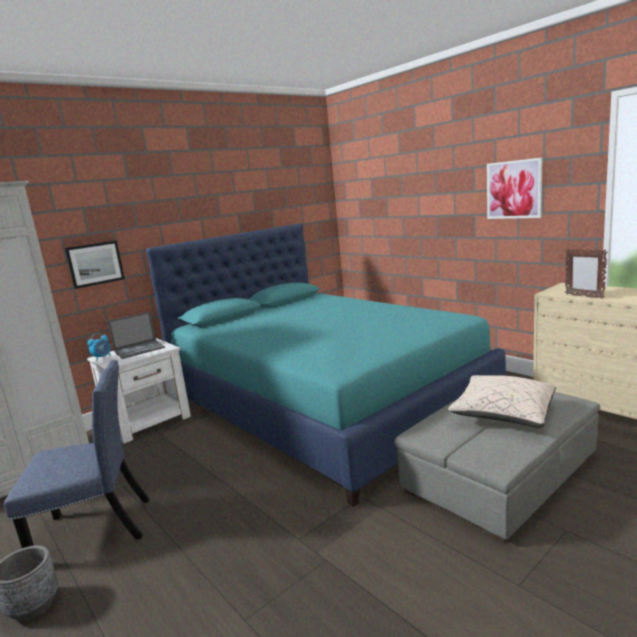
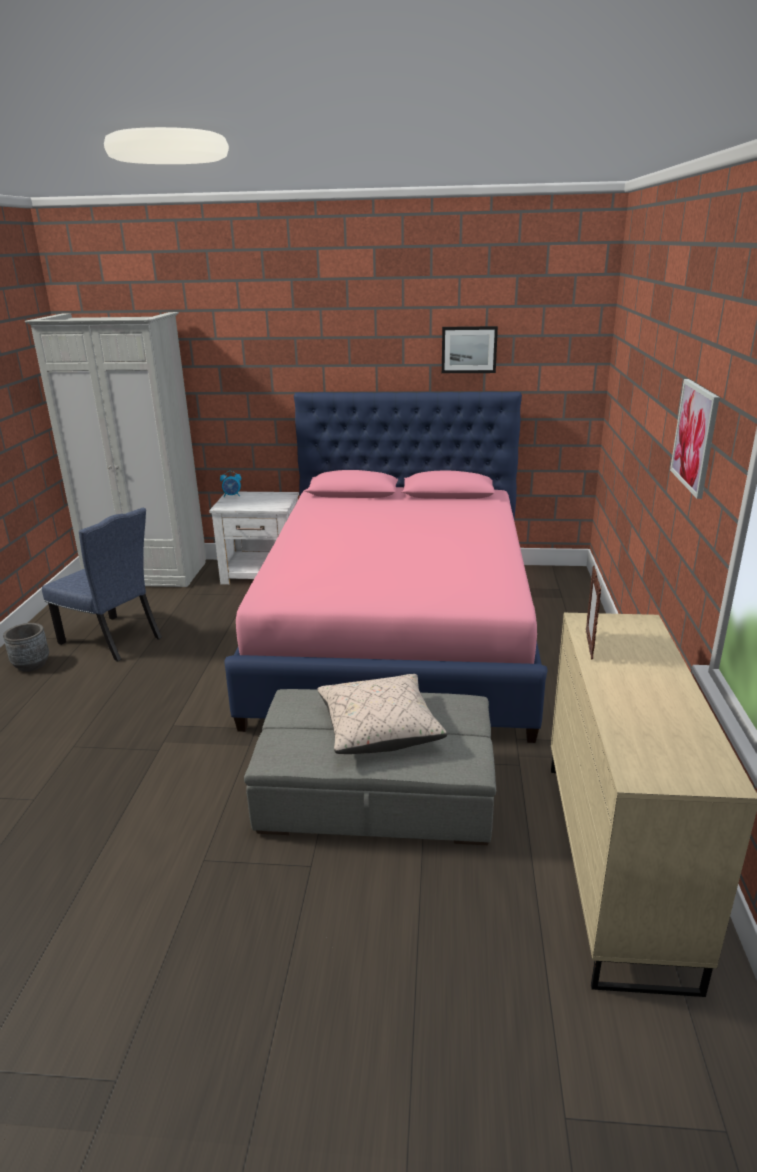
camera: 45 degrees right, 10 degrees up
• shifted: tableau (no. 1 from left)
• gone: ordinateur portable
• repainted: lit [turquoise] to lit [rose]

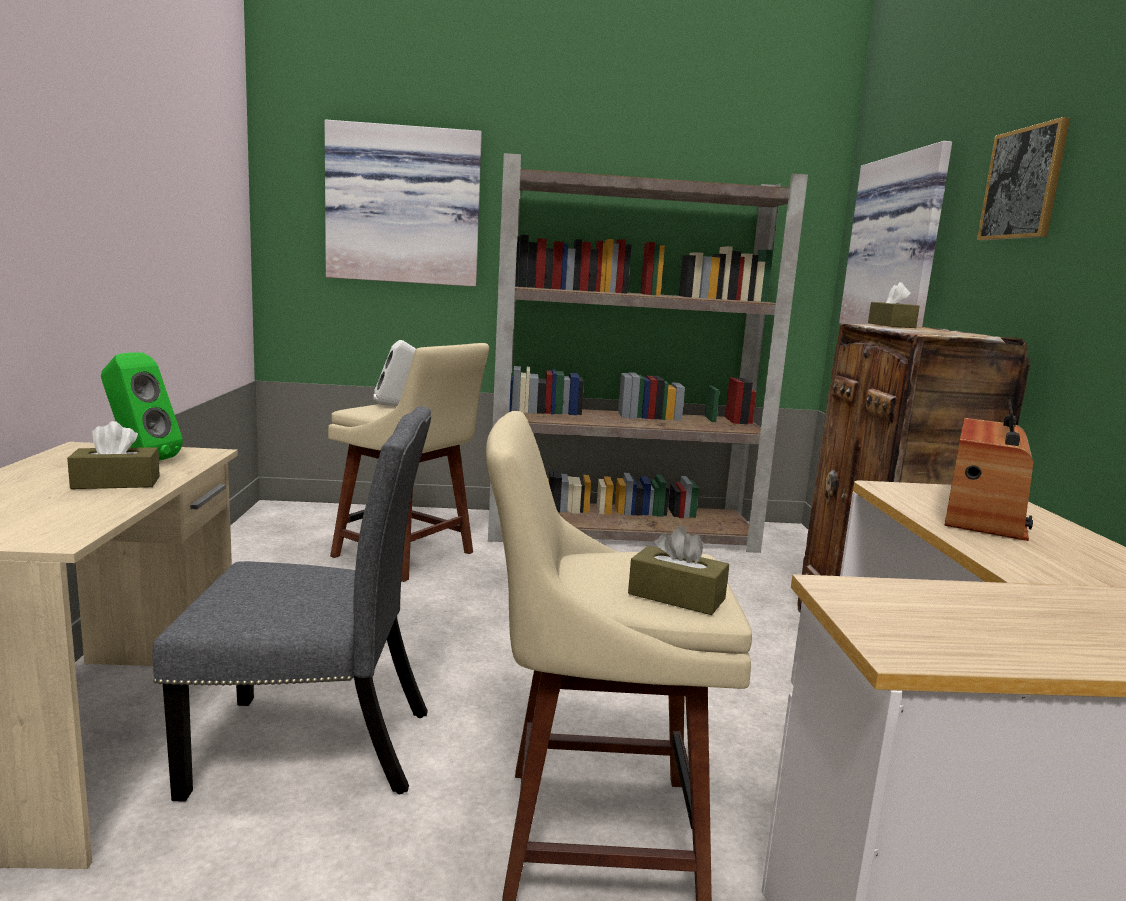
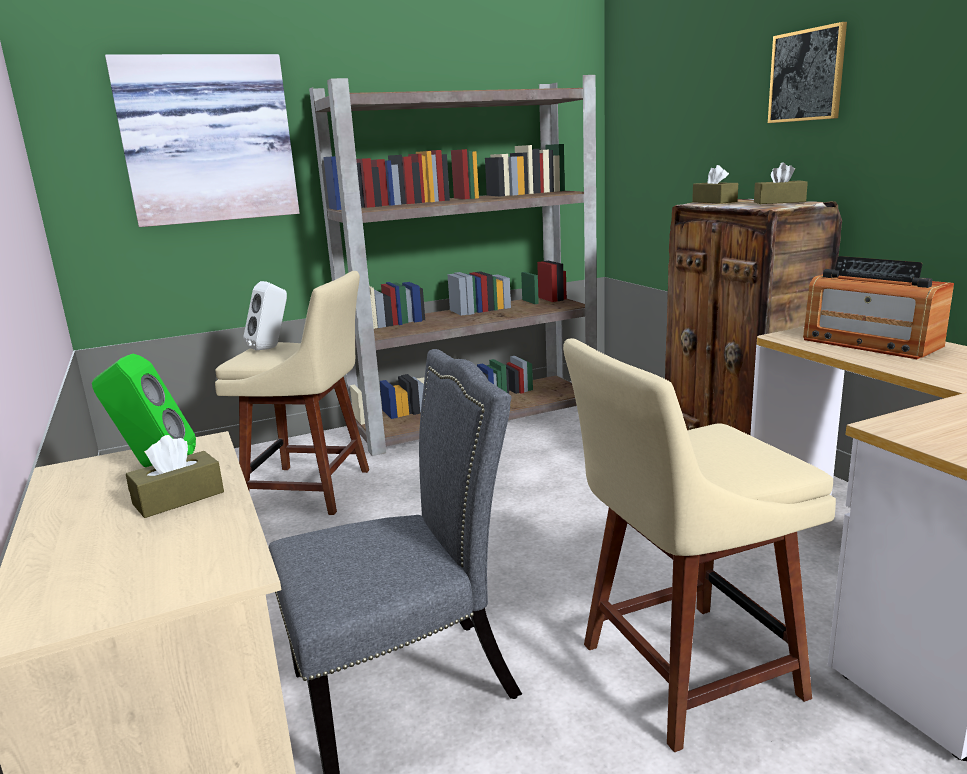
camera: 20 degrees left, 5 degrees up
• shifted: boîte à mouchoirs [marron] (no. 2 from left in the first image) to boîte à mouchoirs [marron] (no. 3 from left)
• gone: tableau (no. 2 from left)
• rotated: radio 135 degrees clockwise

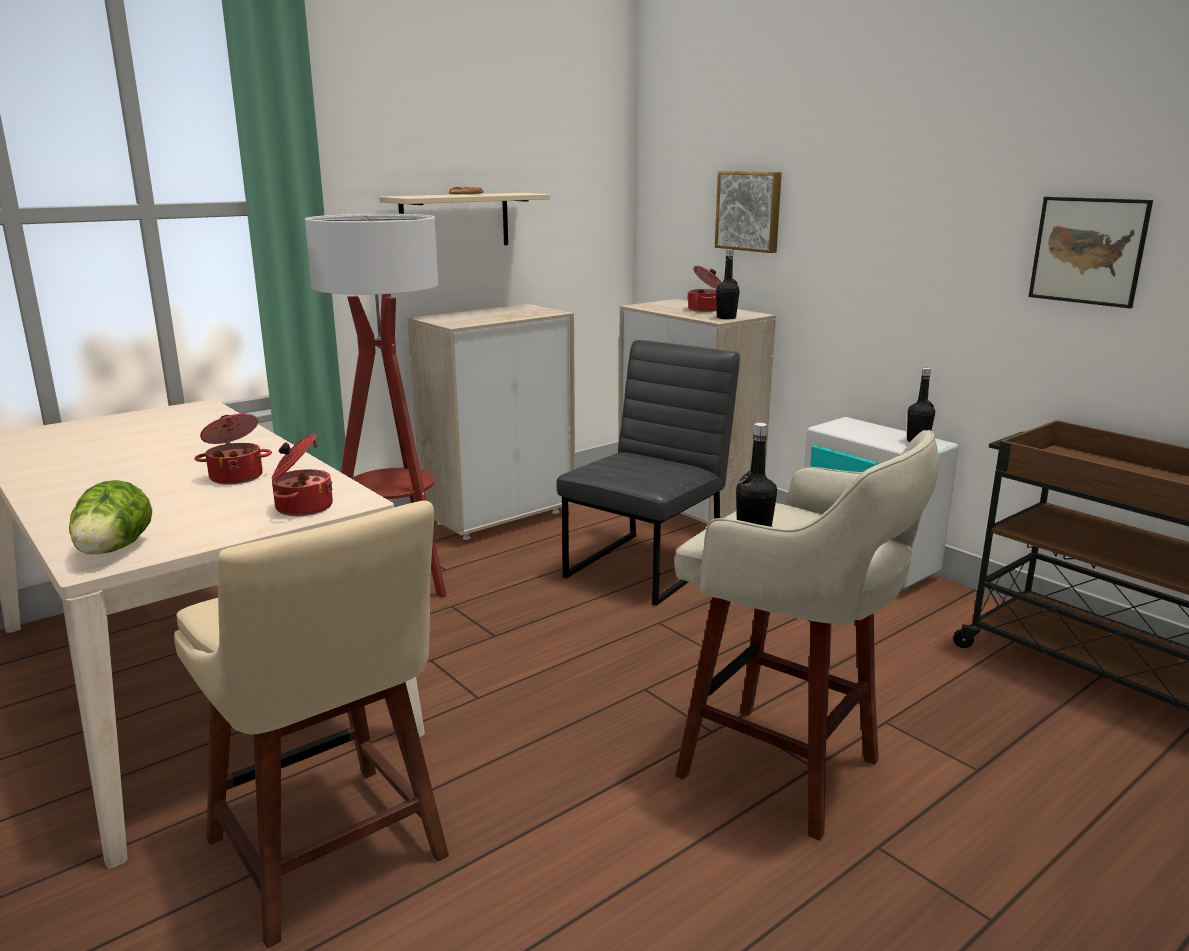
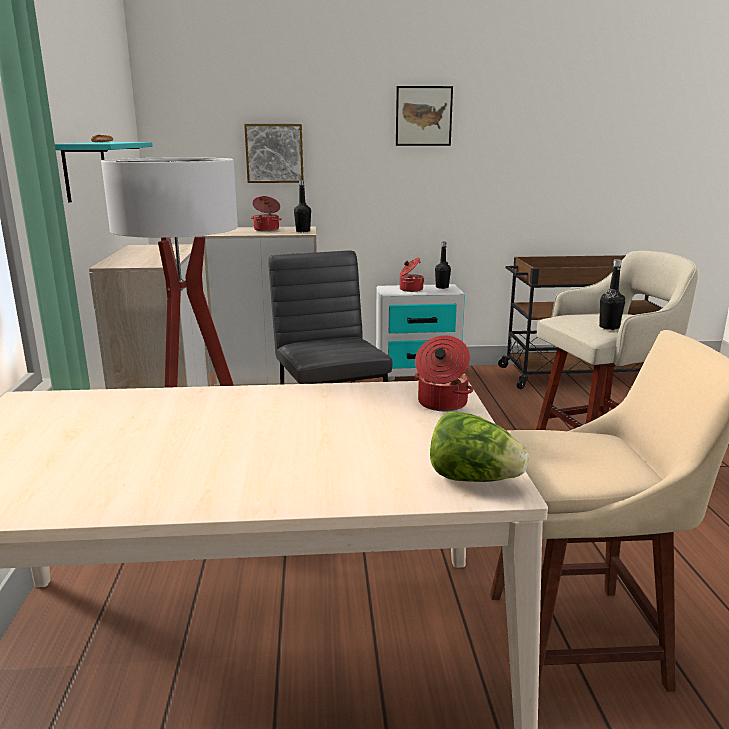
camera: 55 degrees left, 0 degrees up
• shifted: marmite (no. 1 from left in the first image) to marmite (no. 2 from left)
• repainted: étagère [beige] to étagère [turquoise]
• shifted: tableau (no. 2 from left)

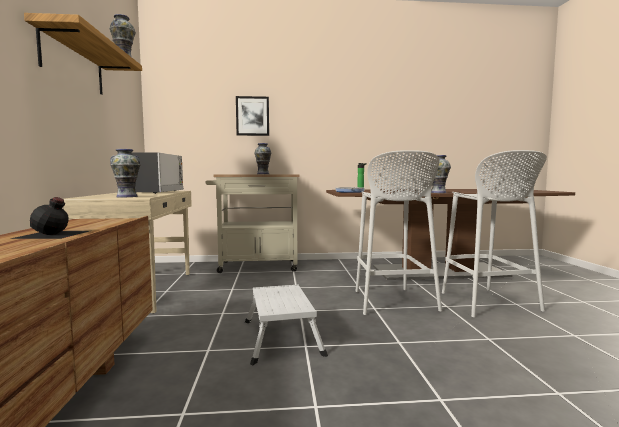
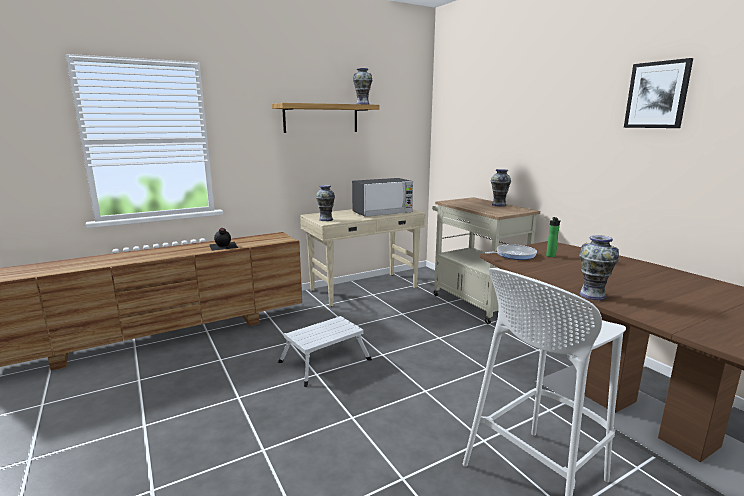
camera: 65 degrees right, 10 degrees up
• shifted: tableau
• gone: tabouret [blanc] (no. 1 from left)

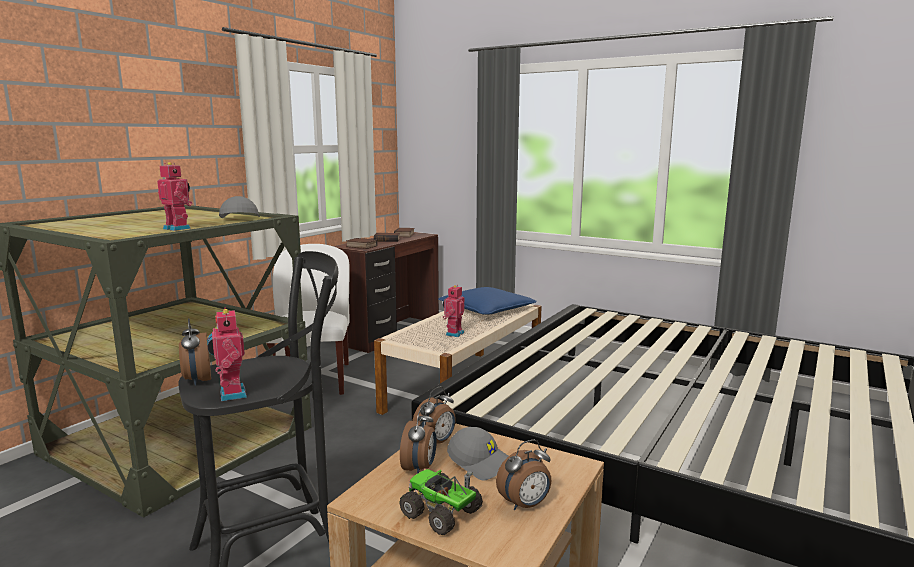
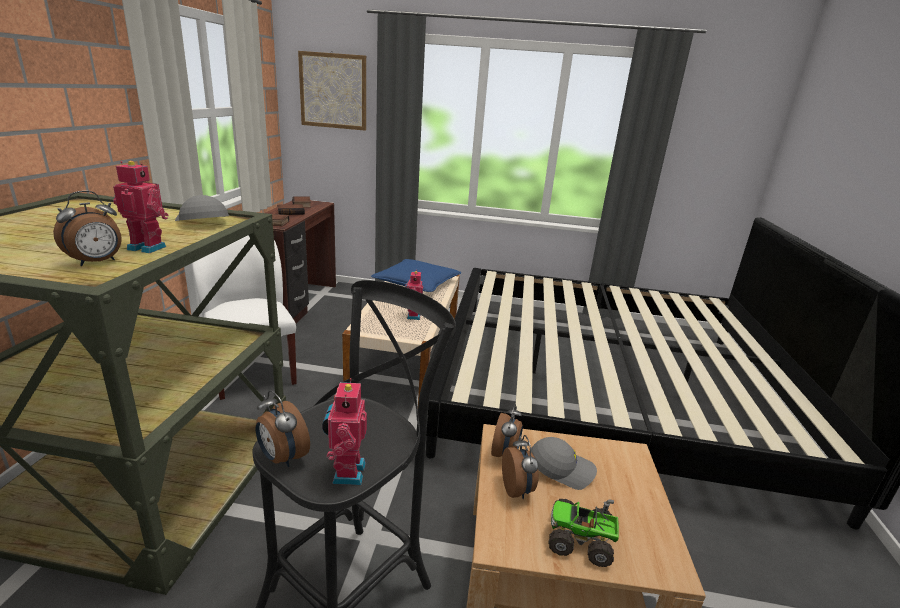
camera: 25 degrees left, 10 degrees up
• rotated: robot jouet (no. 2 from left) 45 degrees clockwise
• shifted: réveil (no. 4 from left in the first image) to réveil (no. 1 from left)
• new: tableau

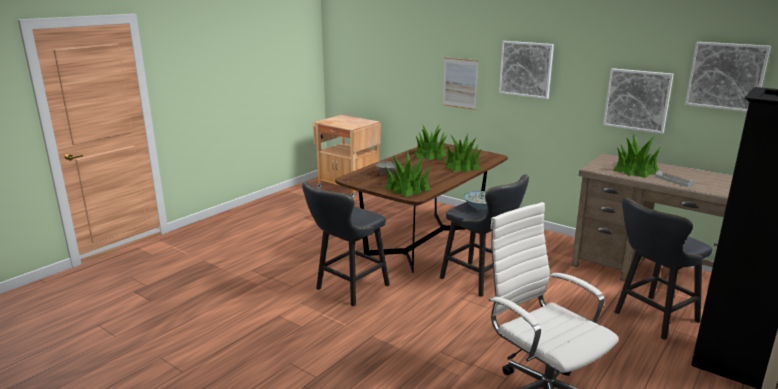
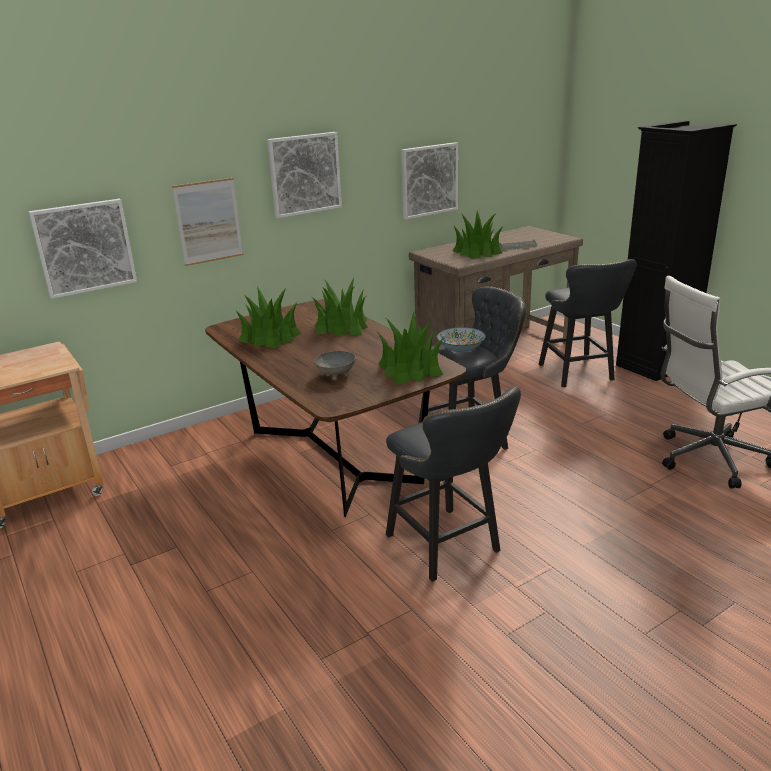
camera: 70 degrees left, 5 degrees up
• shifted: tableau (no. 4 from left in the first image) to tableau (no. 1 from left)

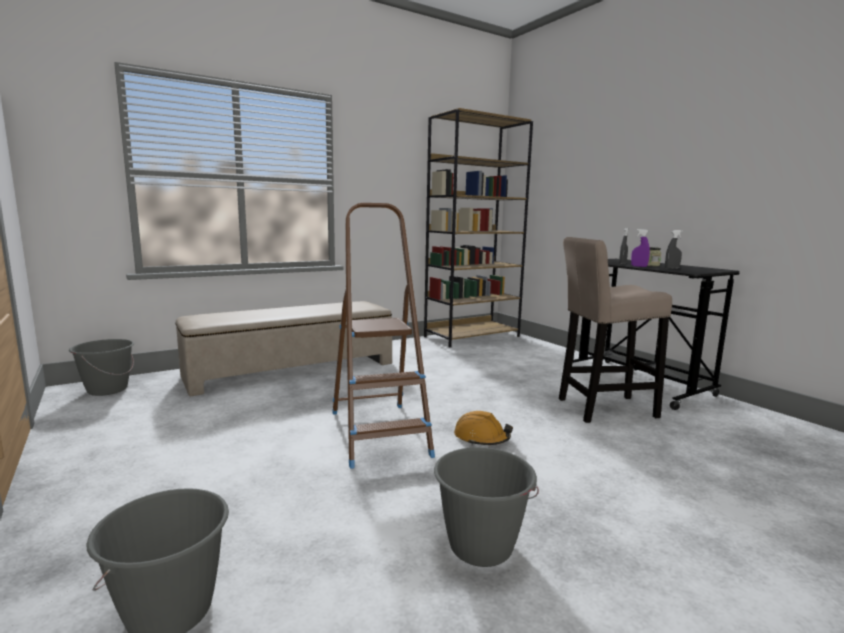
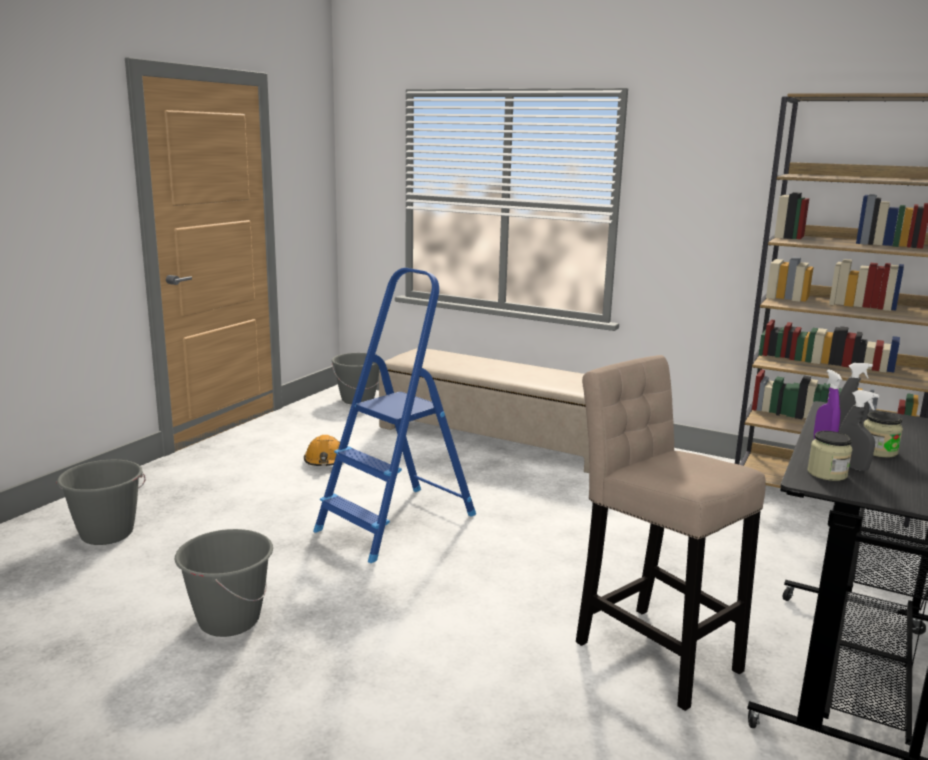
camera: 60 degrees right, 5 degrees up
• repainted: escabeau [marron] to escabeau [bleu]
• shifted: casque de chantier [orange]
• new: bocal (no. 1 from left)

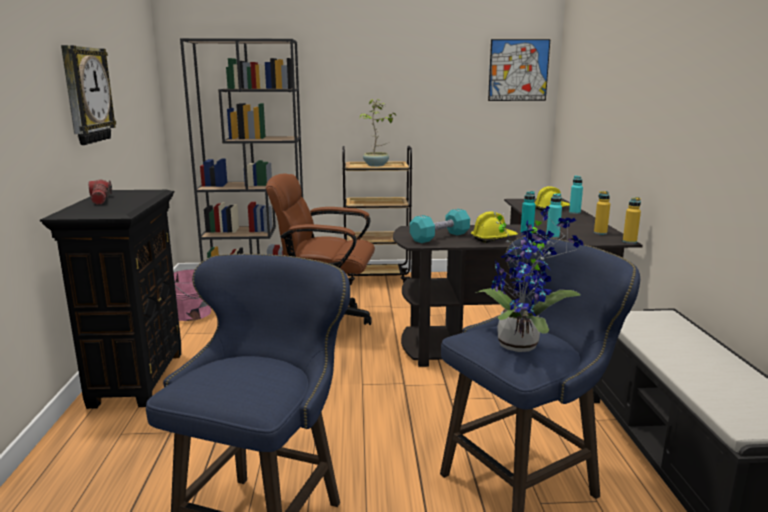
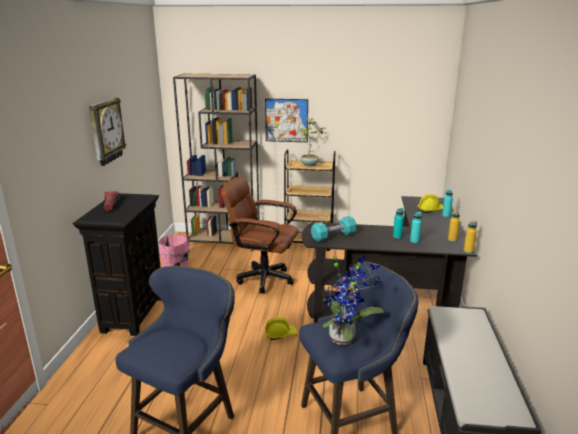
camera: 10 degrees right, 5 degrees up
• shifted: casque de chantier [jaune] (no. 1 from left)
• shifted: tableau

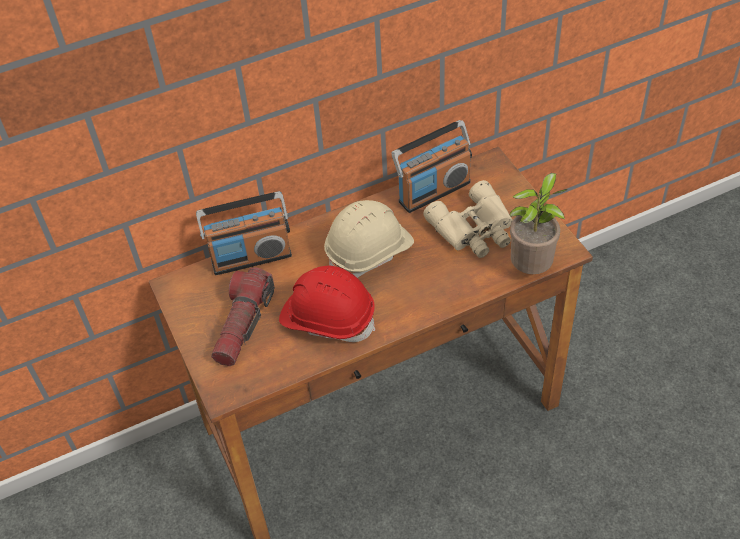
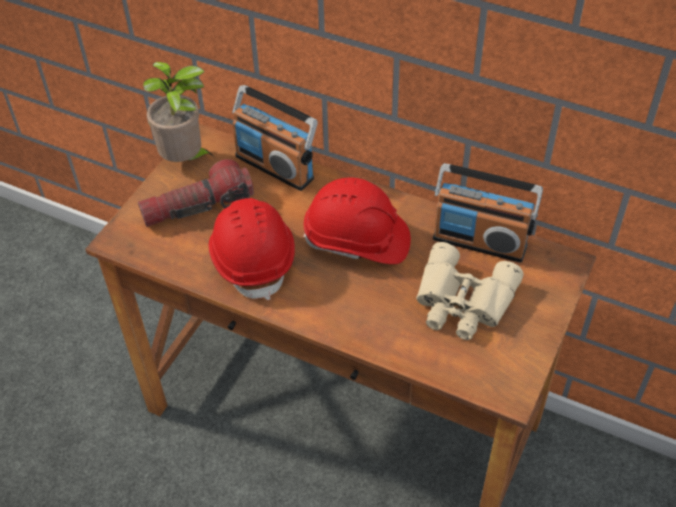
camera: 50 degrees right, 0 degrees up
• repainted: casque de chantier [beige] to casque de chantier [rouge] (no. 2 from left)
• shifted: plante en pot

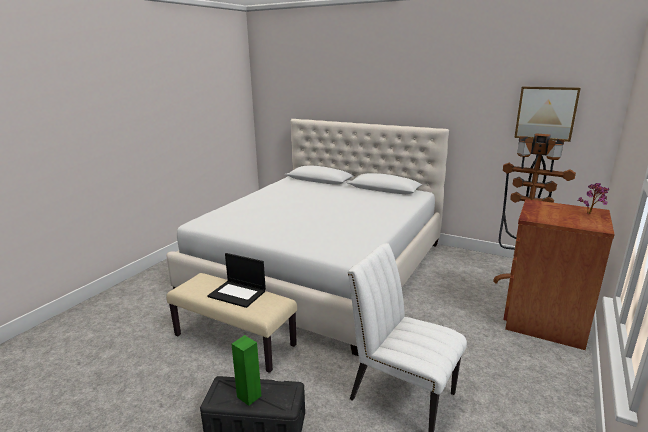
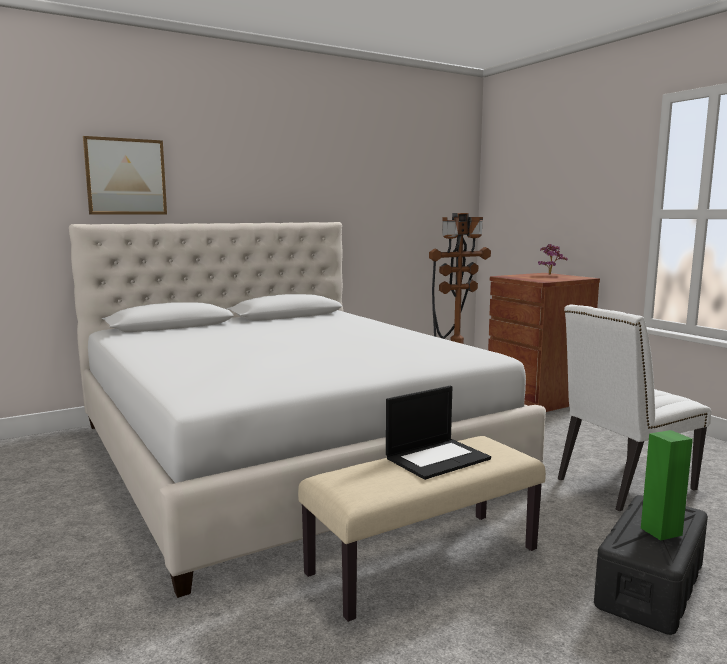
camera: 60 degrees left, 10 degrees down
• shifted: tableau

